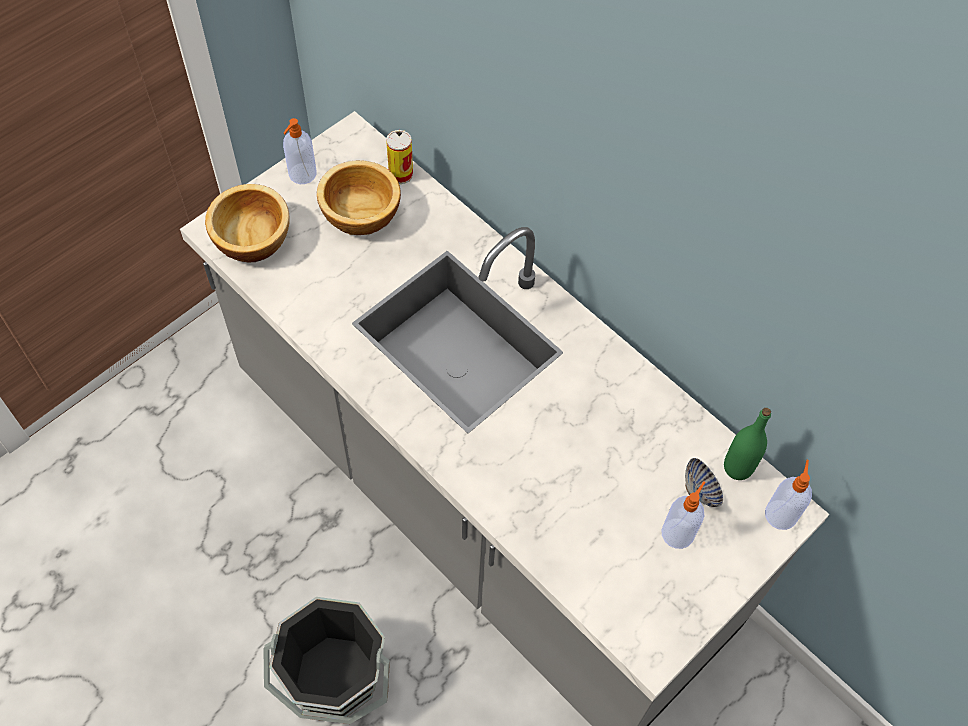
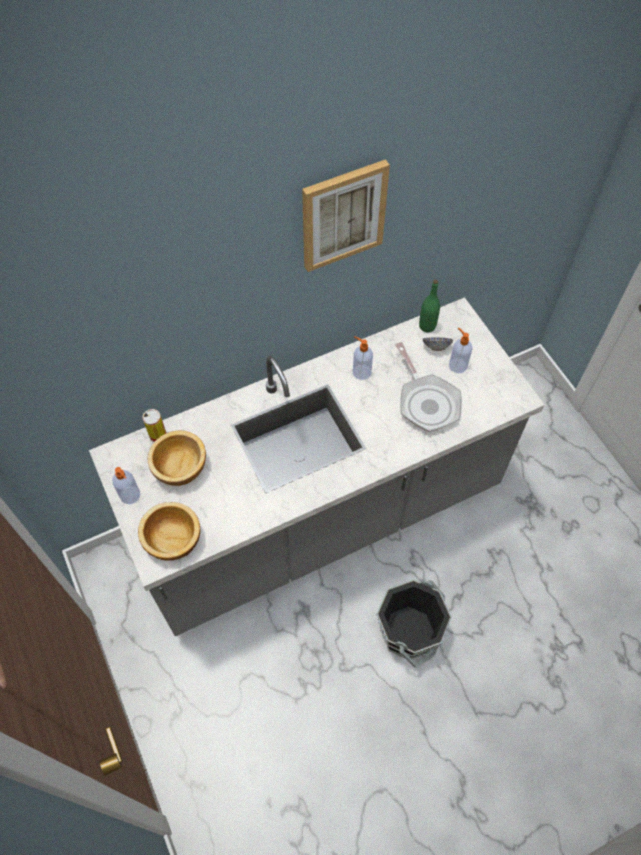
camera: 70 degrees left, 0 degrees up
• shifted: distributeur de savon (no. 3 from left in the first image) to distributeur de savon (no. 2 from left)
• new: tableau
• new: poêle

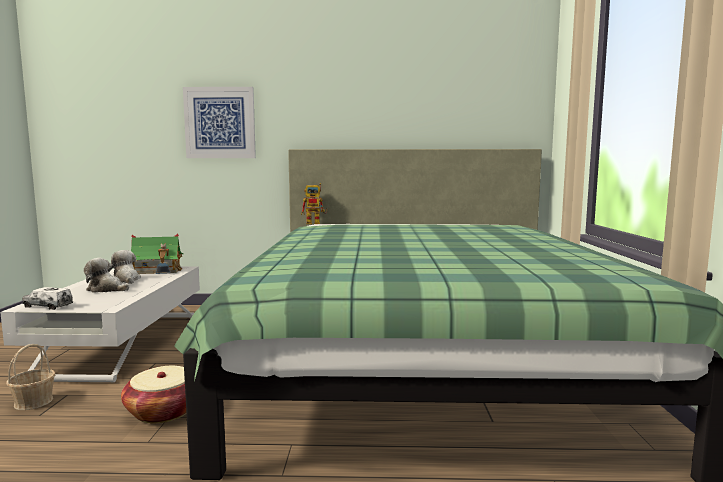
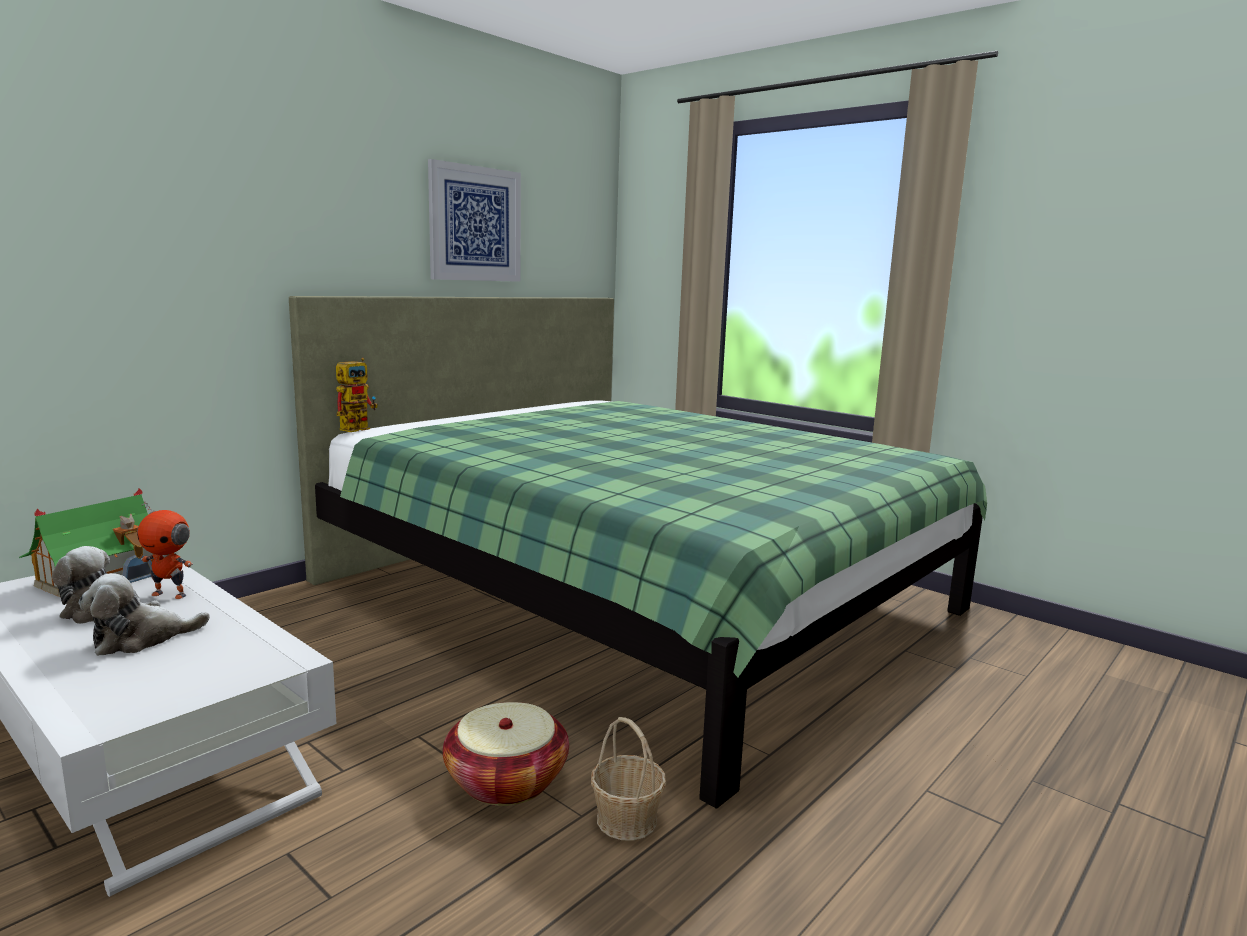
camera: 50 degrees left, 5 degrees up
• shifted: panier (no. 1 from left in the first image) to panier (no. 2 from left)
• gone: camion jouet
• shifted: tableau
• new: robot jouet (no. 1 from left)

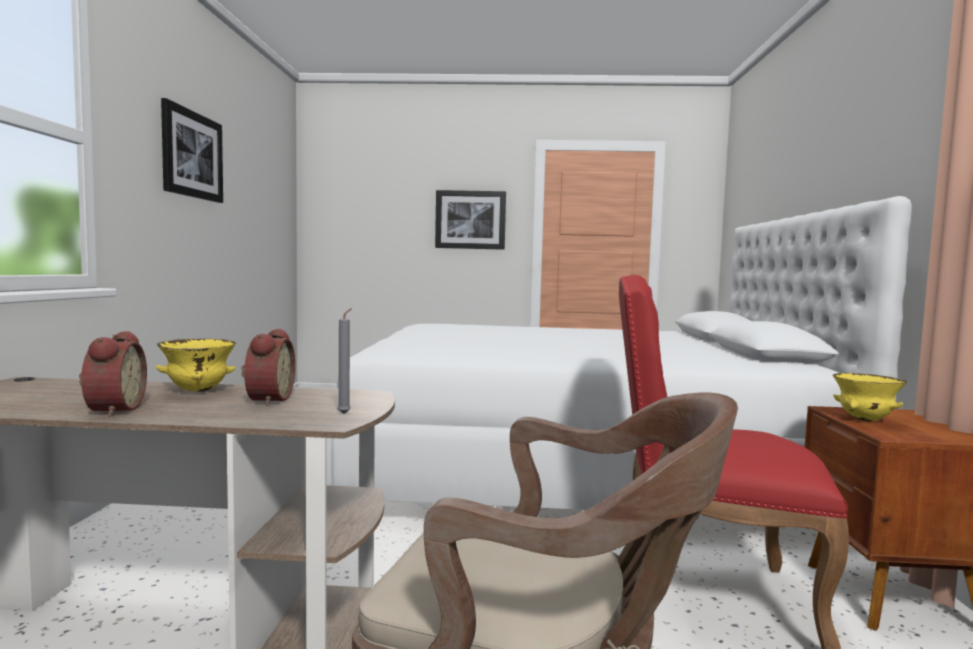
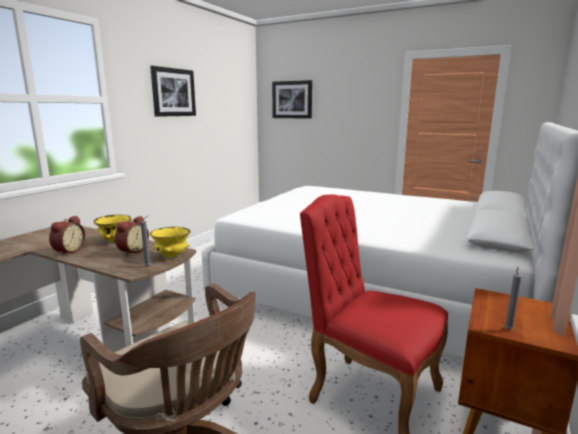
camera: 25 degrees right, 10 degrees up
• shifted: tableau (no. 2 from left)
• shifted: bol [jaune] (no. 2 from left)
• new: bougie [gris] (no. 2 from left)

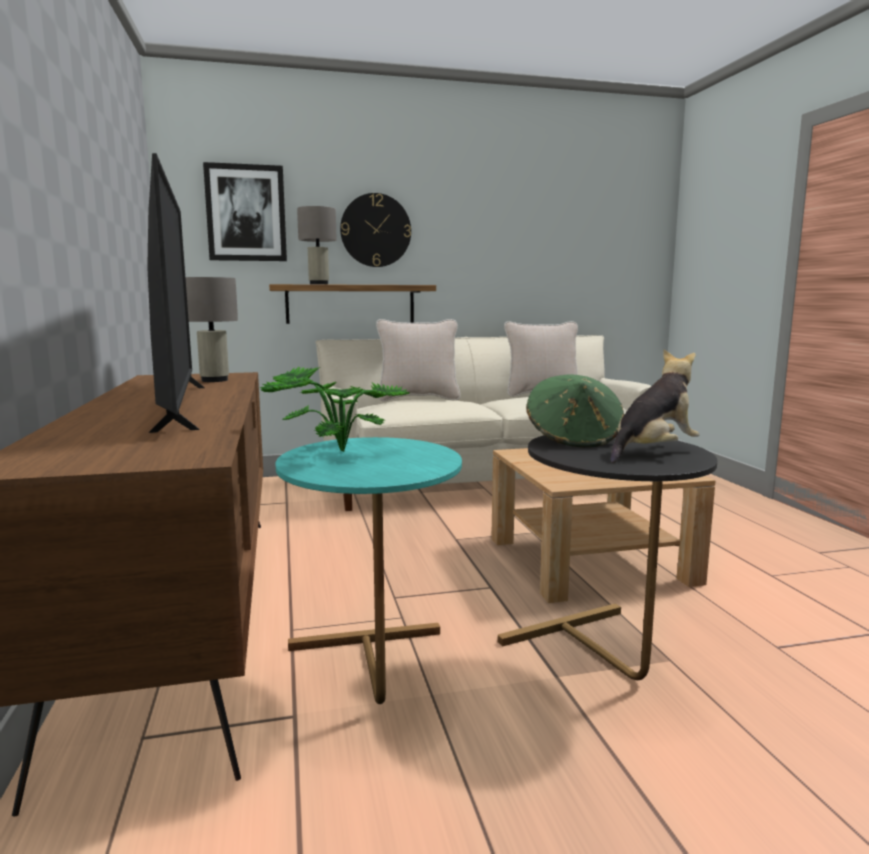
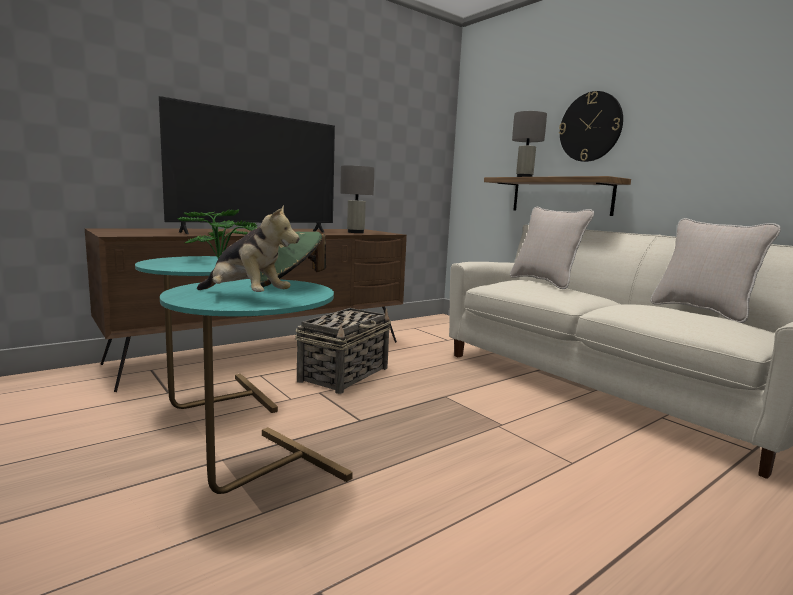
camera: 65 degrees right, 0 degrees up
• gone: tableau
• gone: table basse [marron]
• repainted: table d'appoint [noir] to table d'appoint [turquoise] (no. 2 from left)
• new: panier

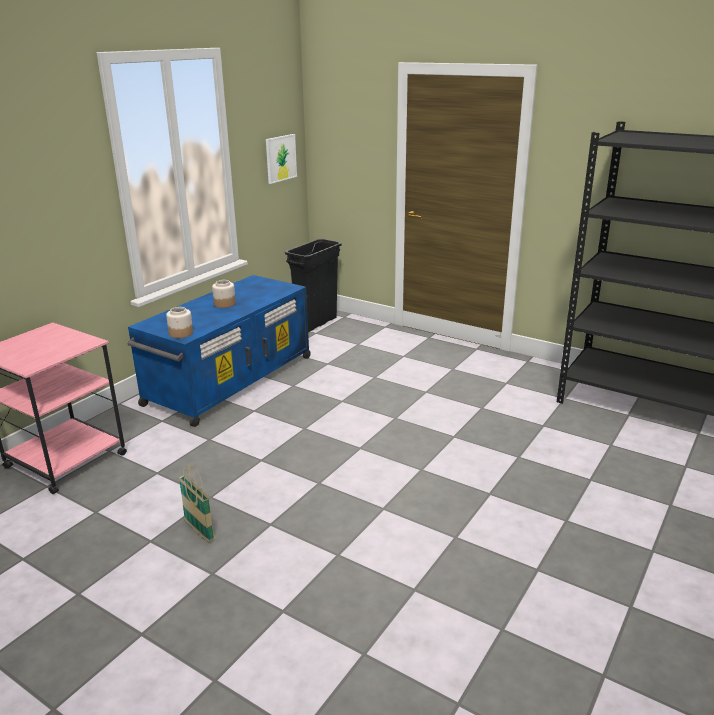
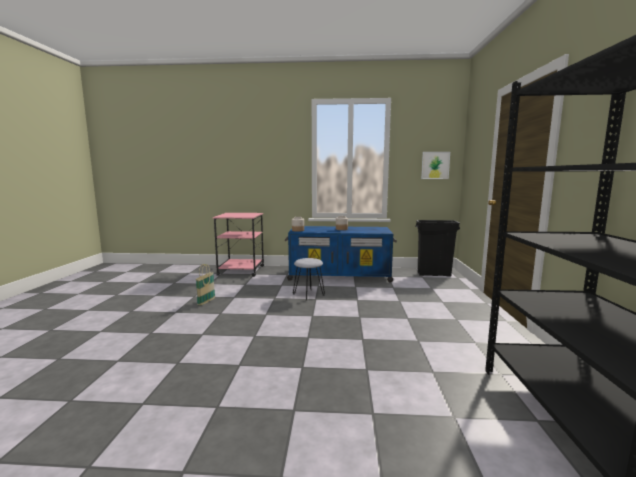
camera: 60 degrees right, 15 degrees down
• new: tabouret [gris]

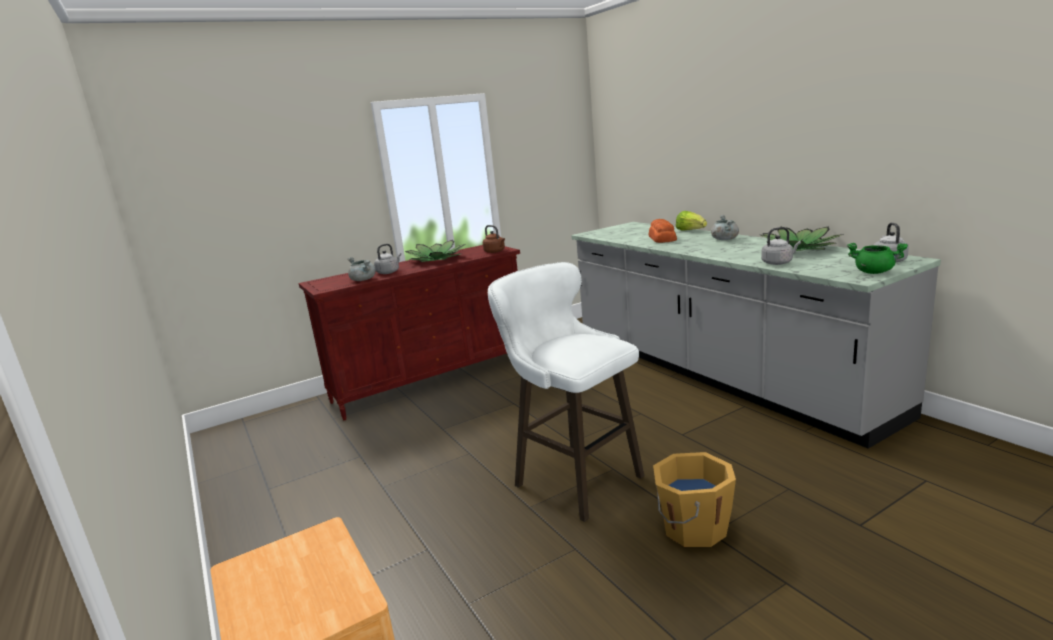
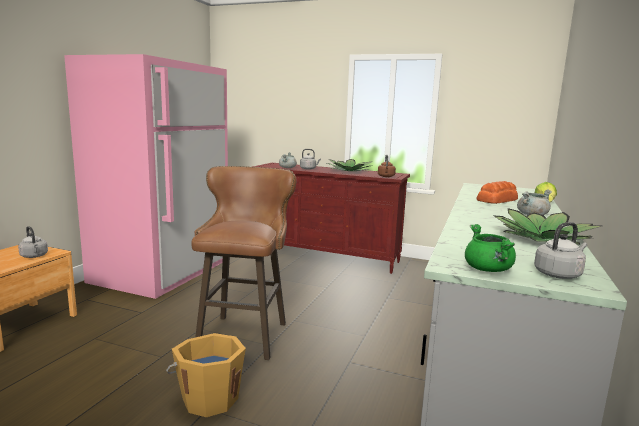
camera: 50 degrees right, 5 degrees down
• repainted: tabouret [blanc] to tabouret [marron]
• shifted: bouilloire [gris] (no. 2 from left in the first image) to bouilloire [gris] (no. 1 from left)
• new: réfrigérateur [rose]

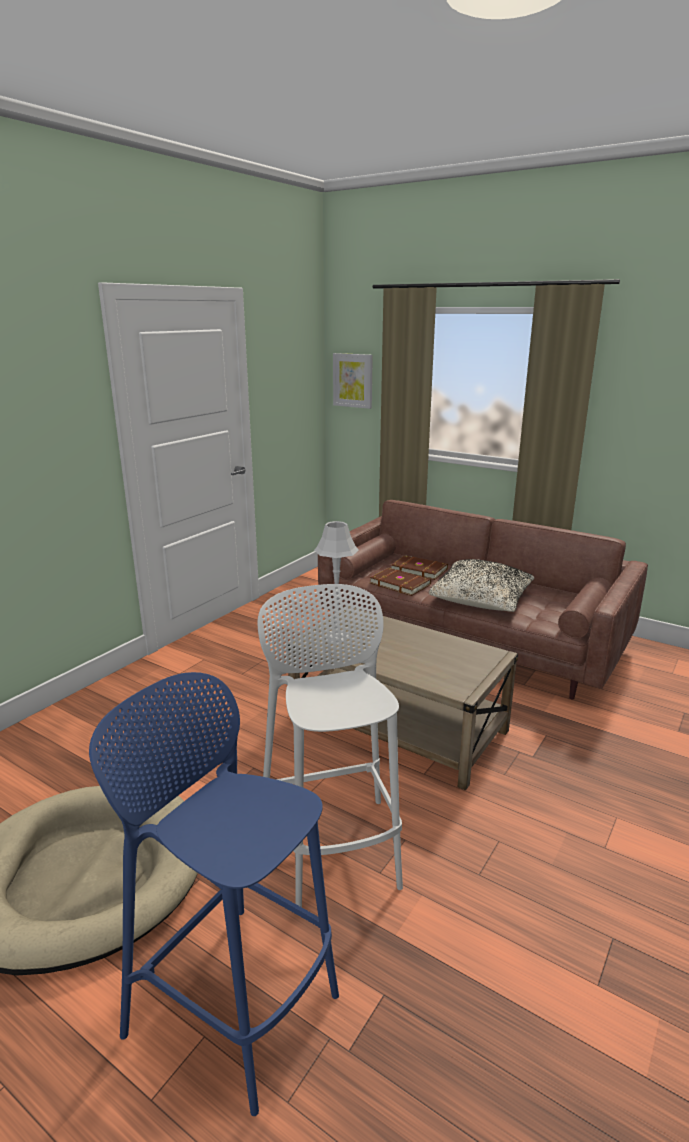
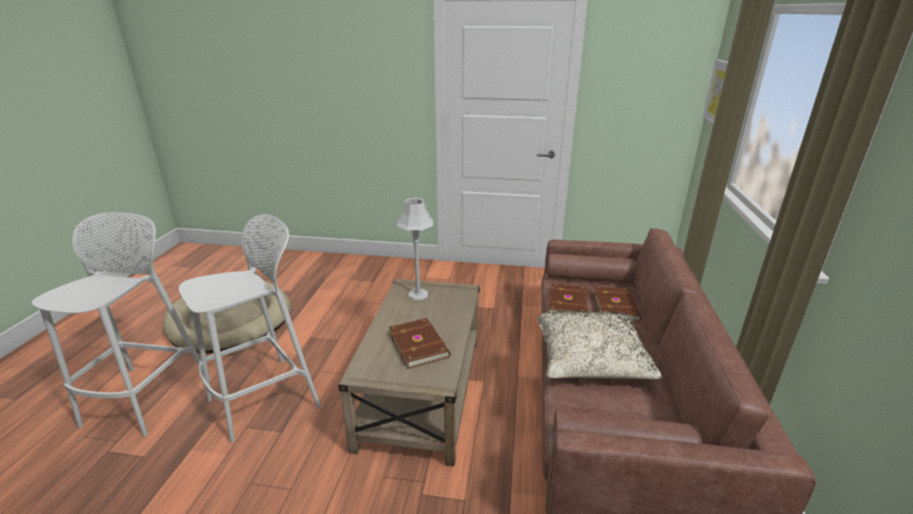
camera: 65 degrees right, 5 degrees up
• repainted: tabouret [bleu] to tabouret [blanc] (no. 1 from left)
• new: livre [marron] (no. 1 from left)

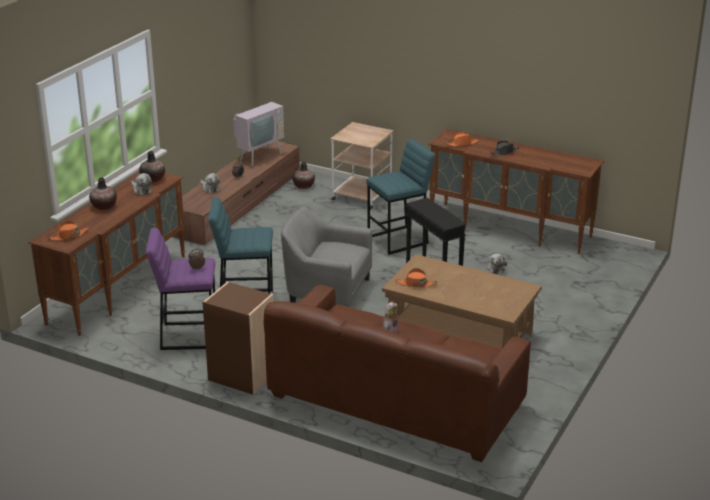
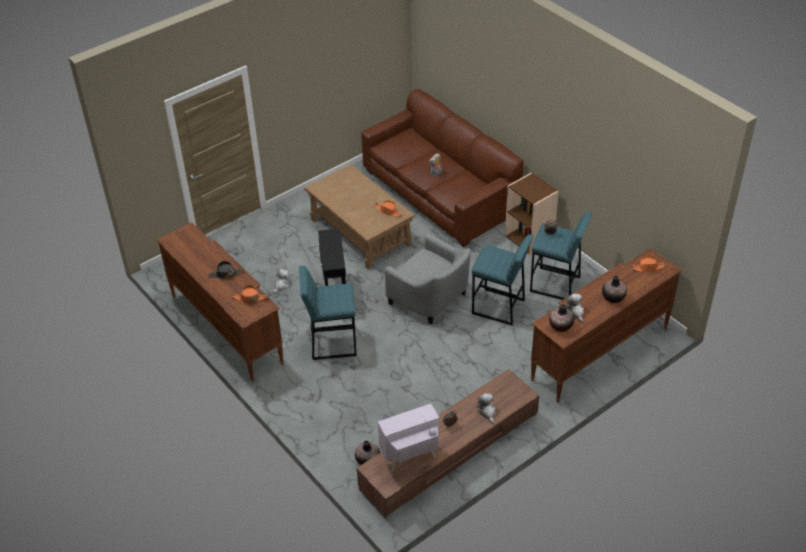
camera: 155 degrees left, 15 degrees up
• repainted: tabouret [violet] to tabouret [turquoise] (no. 3 from left)
• gone: chariot [beige]

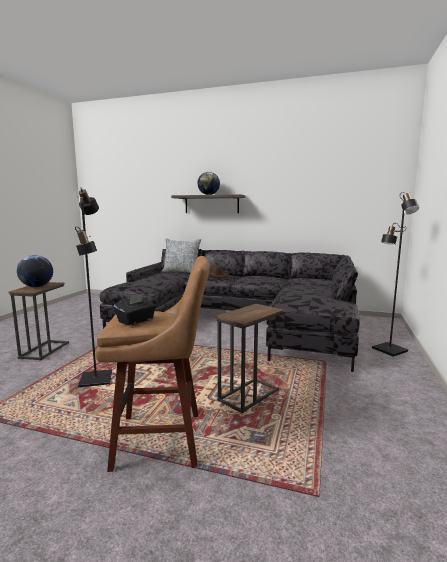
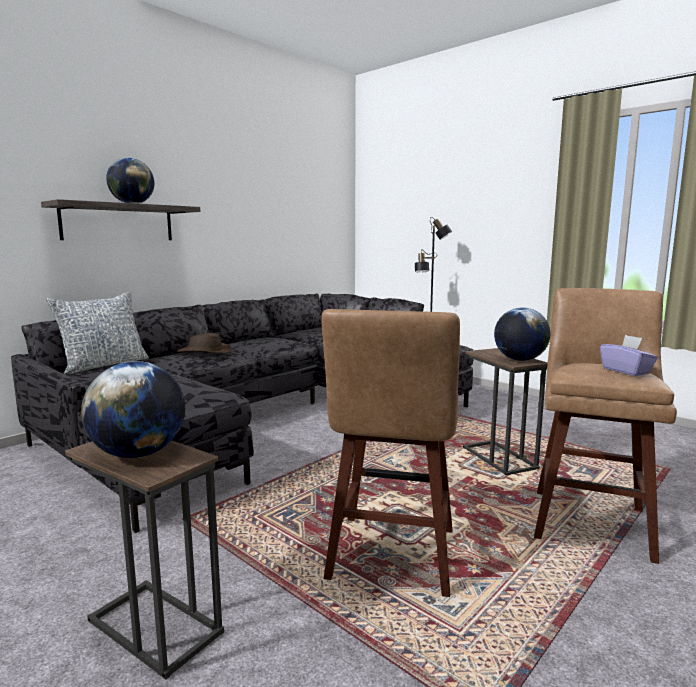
camera: 65 degrees left, 0 degrees up
• swapped: lampadaire [noir] (no. 1 from left) to tabouret [marron] (no. 1 from left)
• repainted: boîte à mouchoirs [noir] to boîte à mouchoirs [violet]
• new: globe (no. 3 from left)

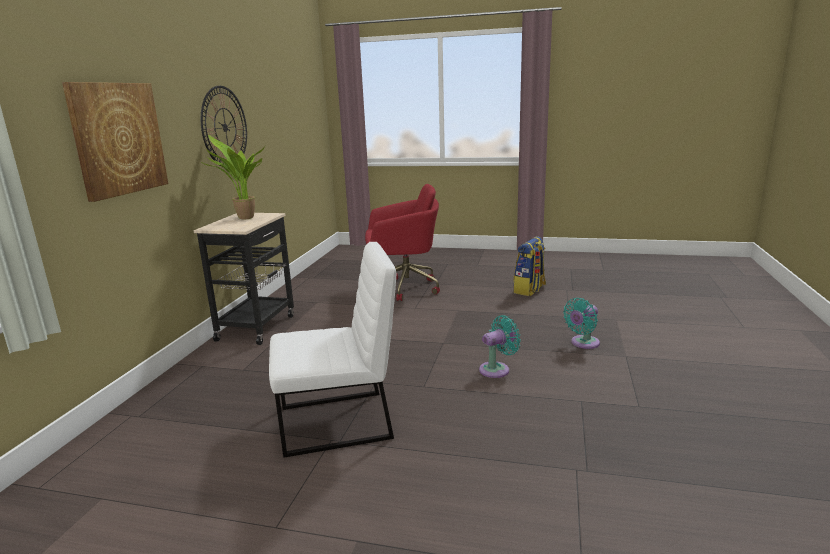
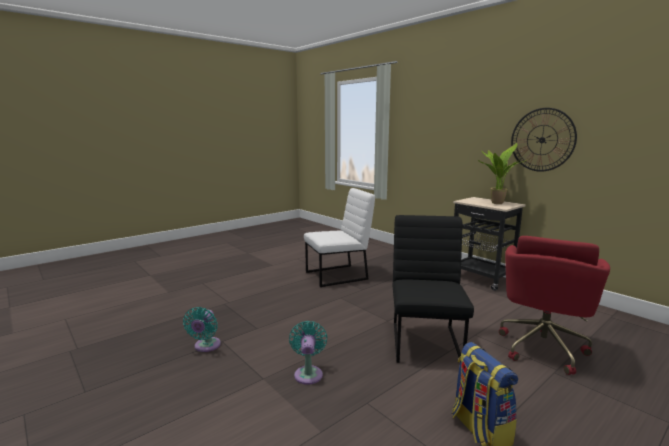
camera: 125 degrees right, 5 degrees down
• gone: tableau
• rotated: chaise [blanc] 135 degrees counterclockwise
• shifted: ventilateur [turquoise] (no. 1 from left)
• new: chaise [noir]

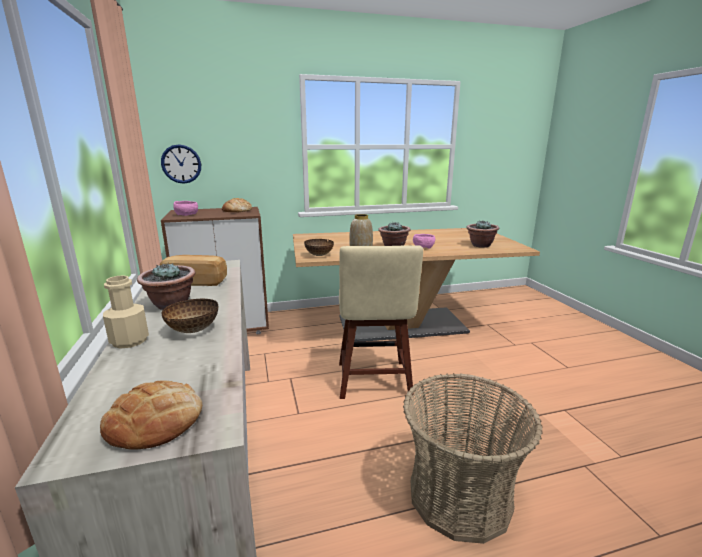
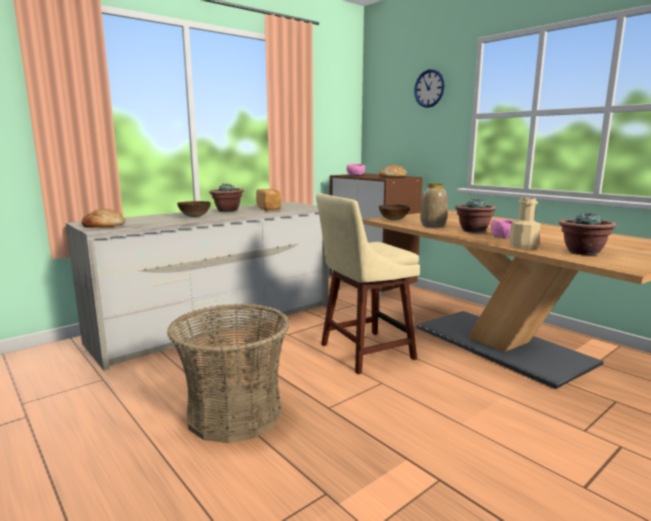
camera: 65 degrees right, 5 degrees down
• shifted: bouteille [beige]
• shifted: horloge murale

